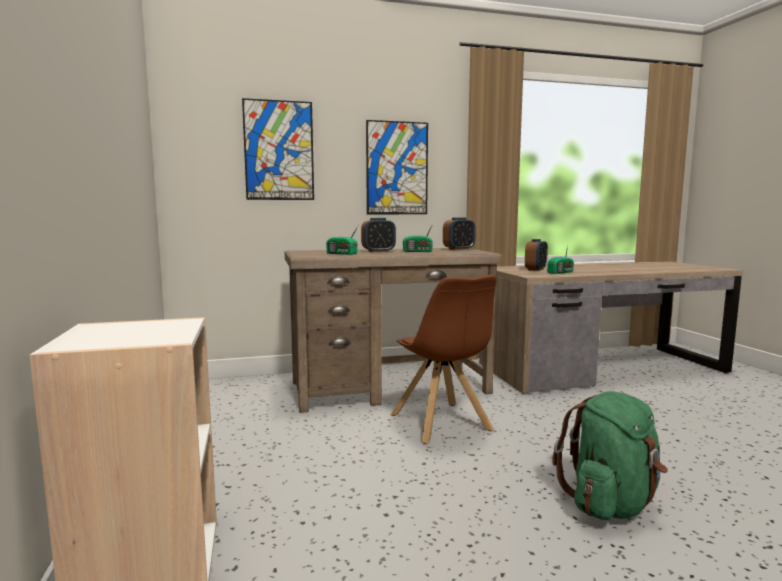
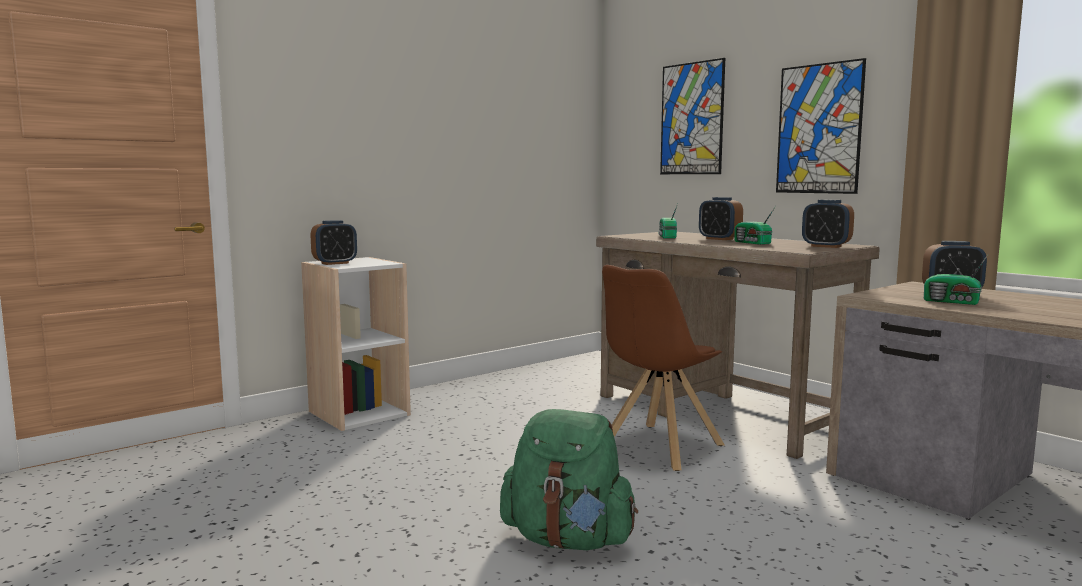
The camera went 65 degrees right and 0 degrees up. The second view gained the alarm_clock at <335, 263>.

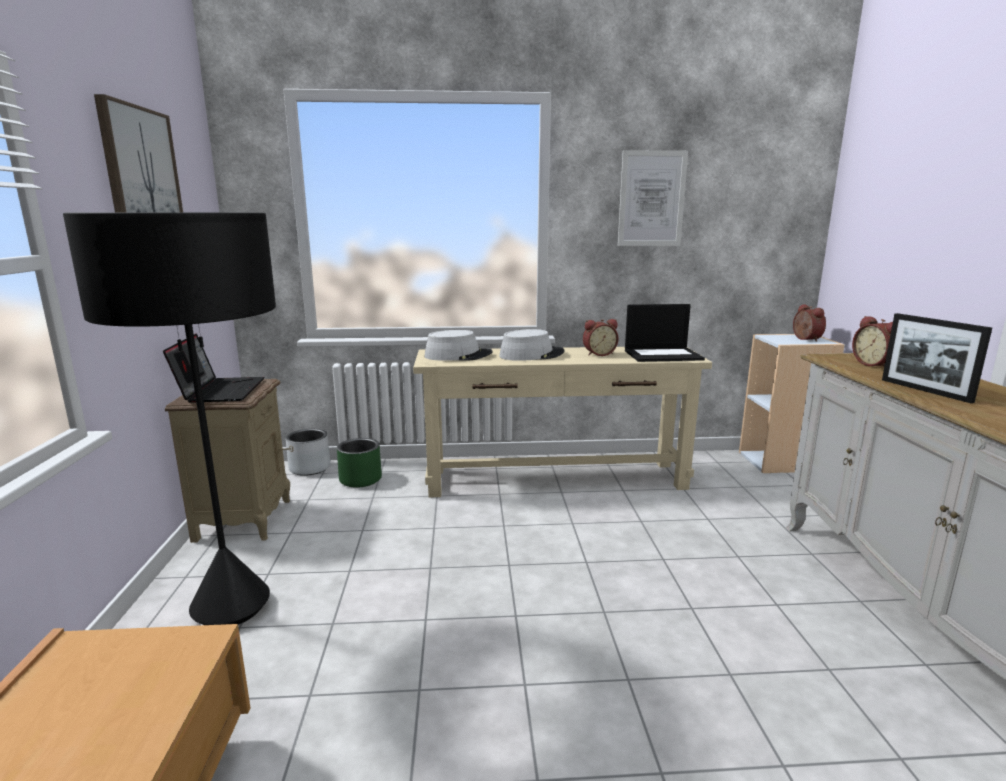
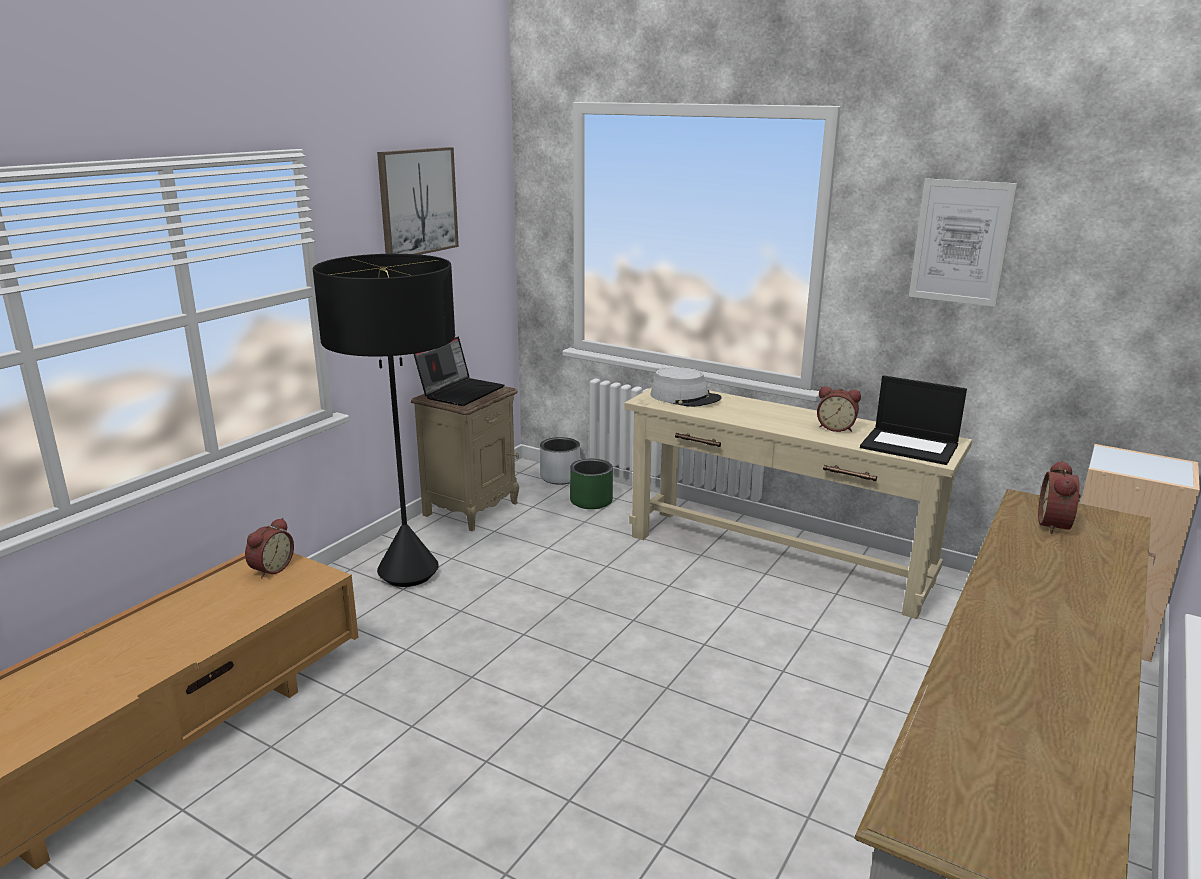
The camera went 35 degrees right and 5 degrees up. The second view lost the greyish_hat at <531, 355>. The second view lost the standing_frame at <925, 390>. The alarm_clock ended up elsewhere, having gone from <805, 339> to <270, 569>.

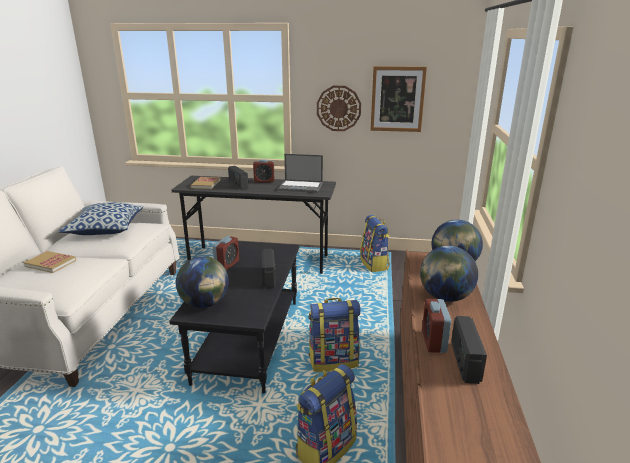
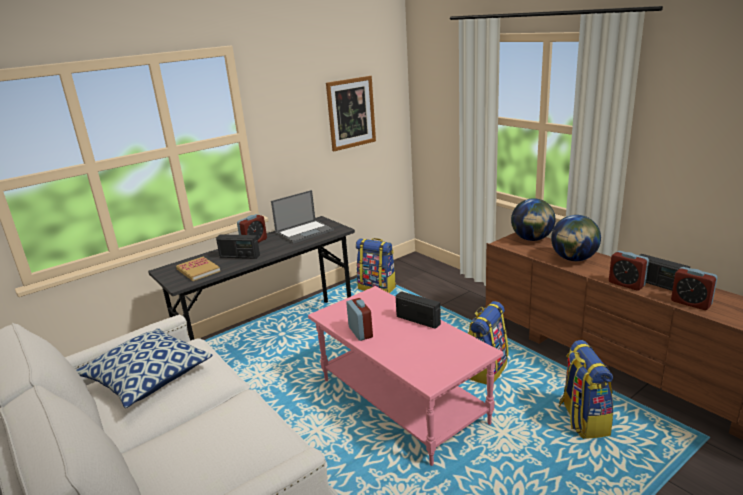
The camera went 45 degrees left and 0 degrees up. The second view lost the volume at <50, 263>. The second view lost the world_globe at <205, 304>. The second view lost the clock_on_the_wall at <338, 108>. The second view gained the alarm_clock at <691, 303>. What was the blackish_low_table at <248, 339> turned into the pink_low_table at <400, 401>.

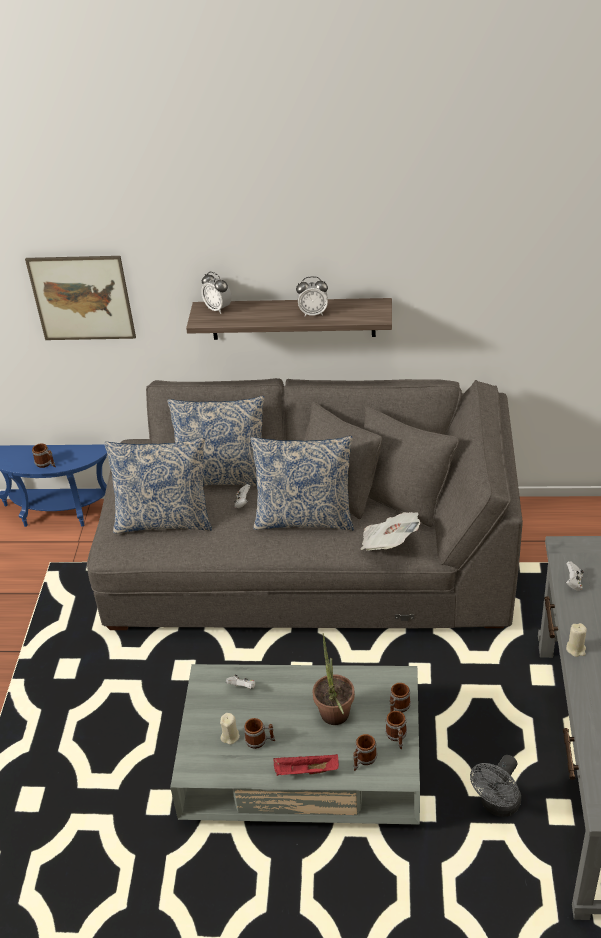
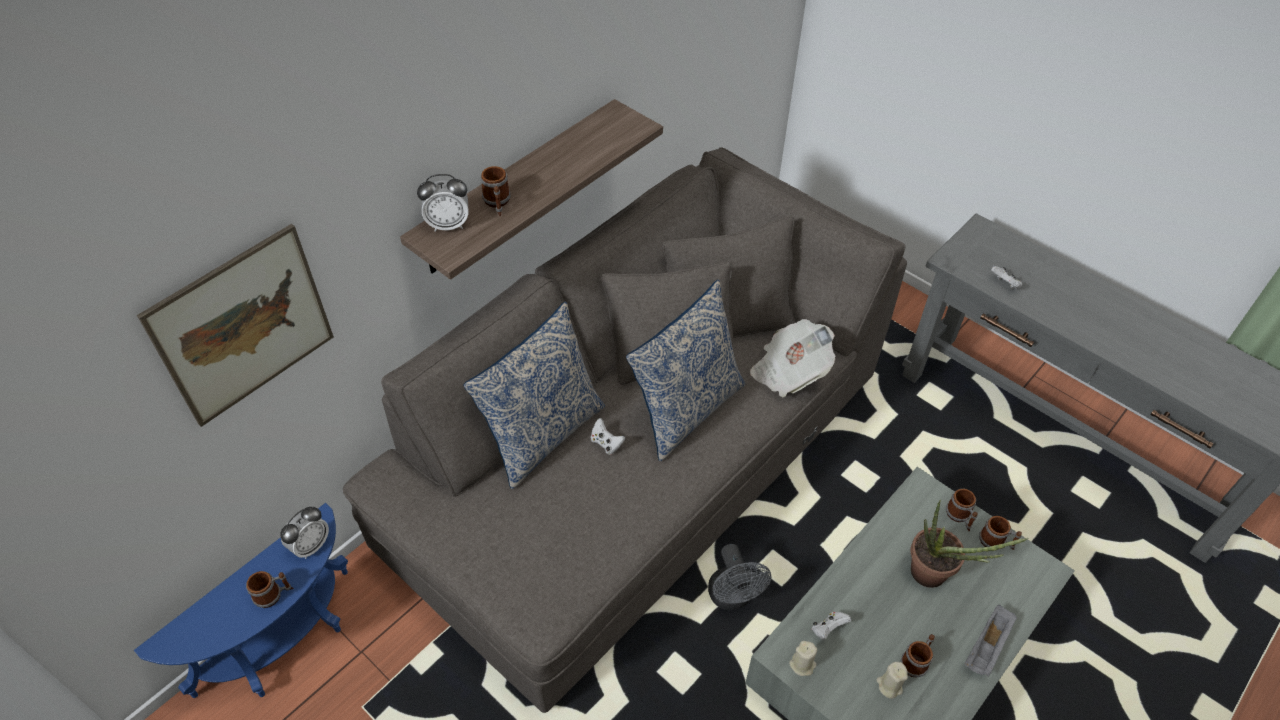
The camera went 55 degrees left and 10 degrees up. The second view lost the cushion at <164, 520>. The alarm_clock ended up elsewhere, having gone from <313, 313> to <311, 545>. The tea_mug ended up elsewhere, having gone from <363, 760> to <497, 203>. The greyish_fan ended up elsewhere, having gone from <497, 806> to <732, 597>. The beige-coloured_wax_light ended up elsewhere, having gone from <576, 649> to <802, 665>. What was the red_tray at <305, 771> turned into the greyish_tray at <987, 647>.

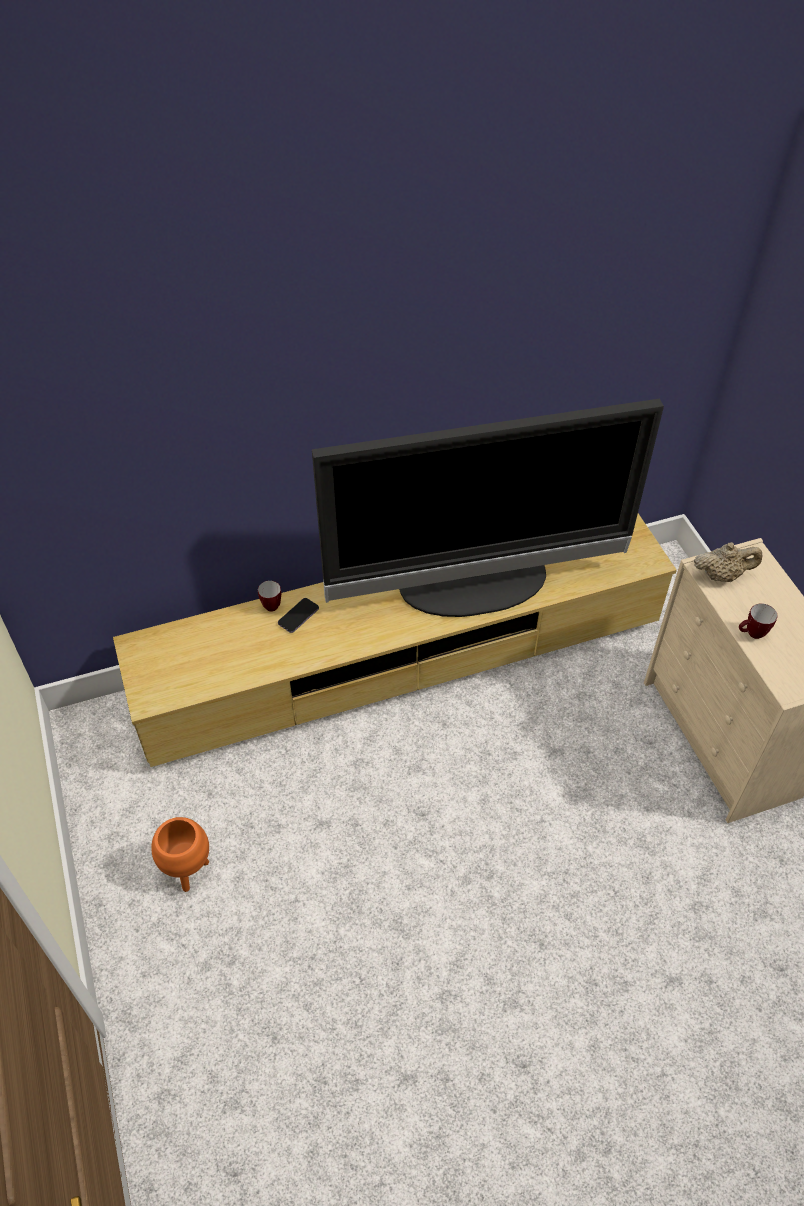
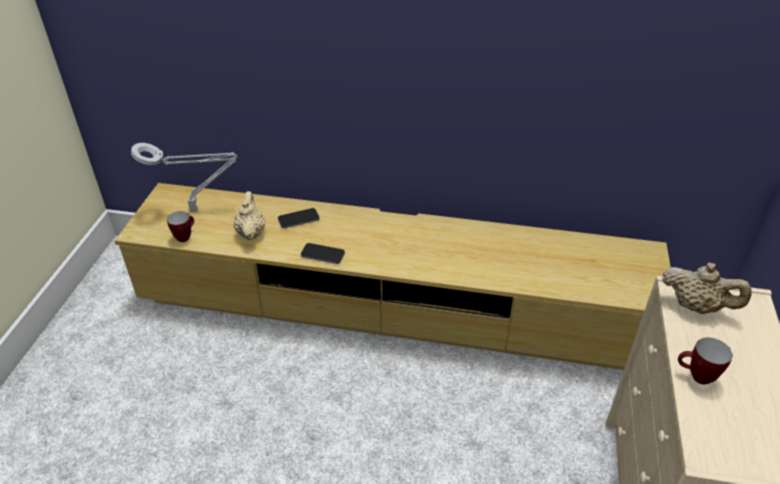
The camera went 30 degrees right and 10 degrees down. The second view lost the orangey_plant_pot at <188, 871>. The second view lost the television at <474, 587>. The second view gained the greyish_table_lamp at <197, 210>. The second view gained the beige-coloured_pot_for_tea at <251, 232>. The second view gained the telephone at <322, 255>. The tea_mug ended up elsewhere, having gone from <271, 604> to <185, 236>.

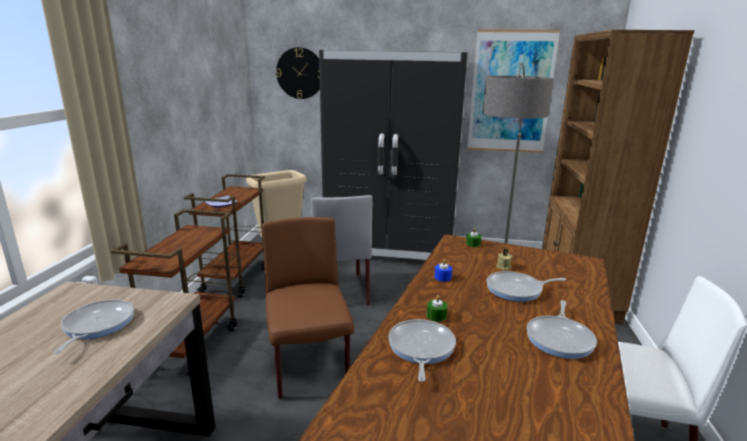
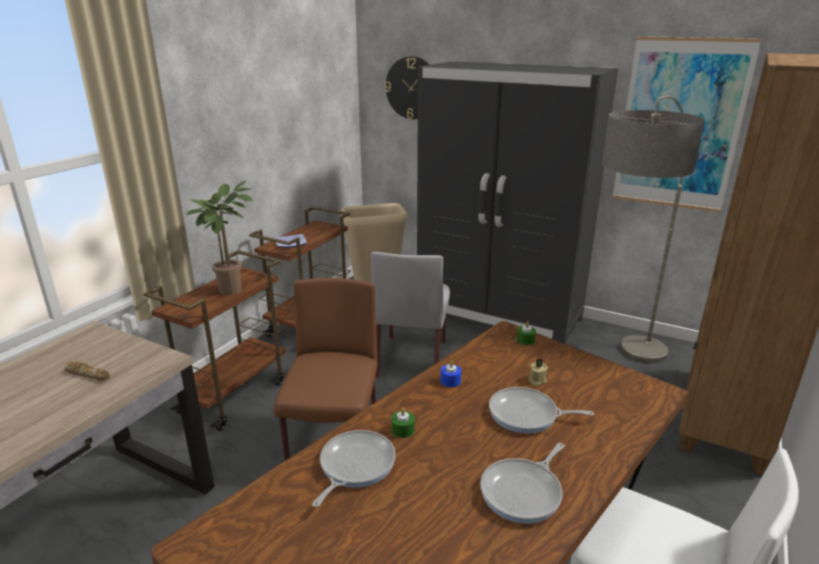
The camera went 20 degrees right and 5 degrees up. The second view gained the potted_plant at <231, 288>. Where the skillet stood at <96, 325>, the baked_bread came to stand at <88, 374>.

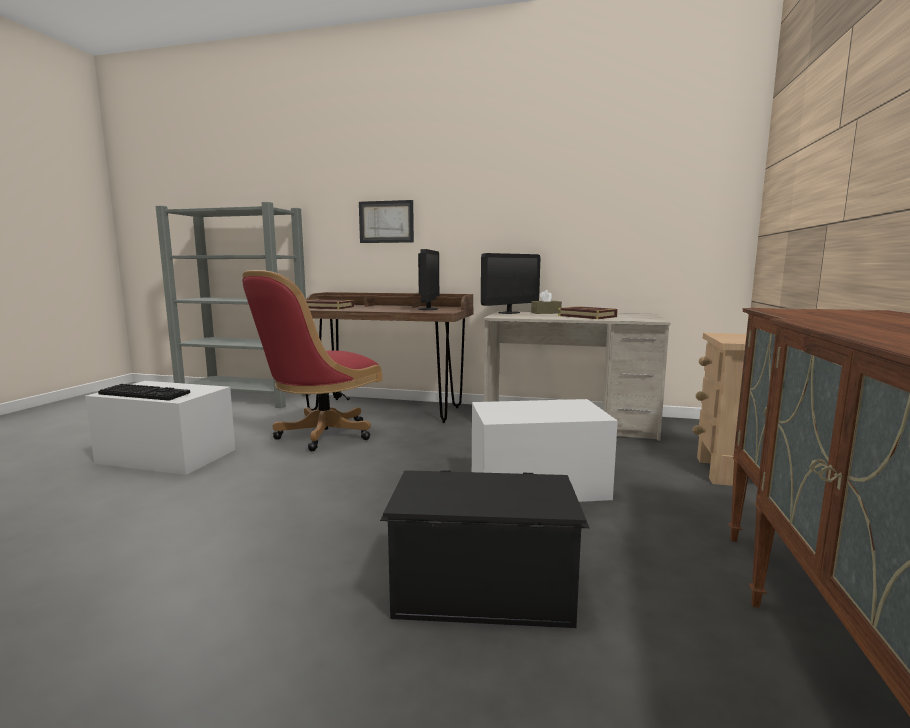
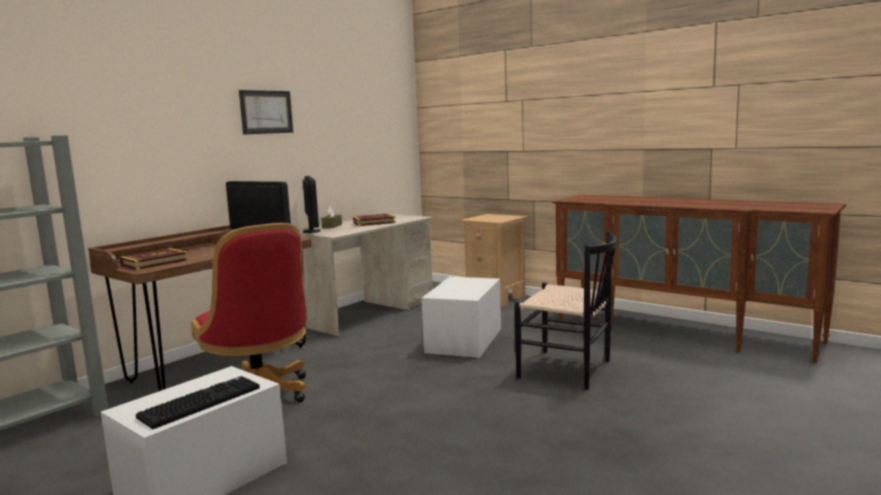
The camera went 65 degrees left and 0 degrees up. The wall_picture ended up elsewhere, having gone from <386, 222> to <266, 112>. Where the blackish_storage_bin stood at <481, 586>, the blackish_chair came to stand at <569, 370>.

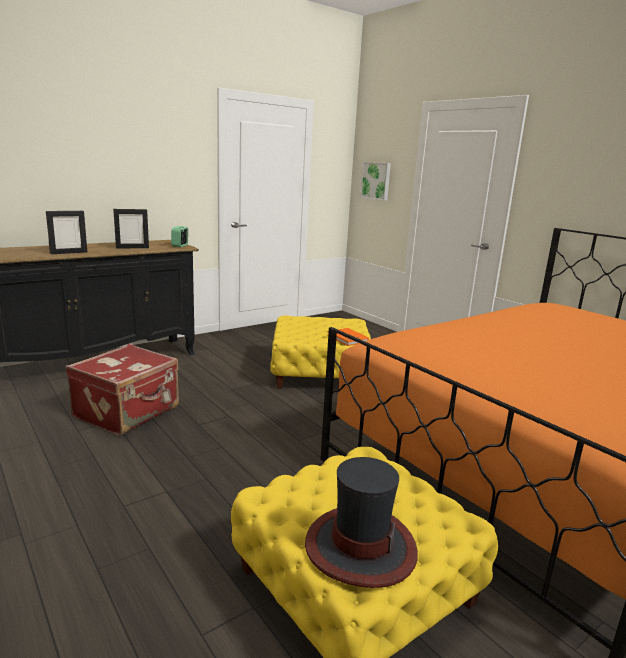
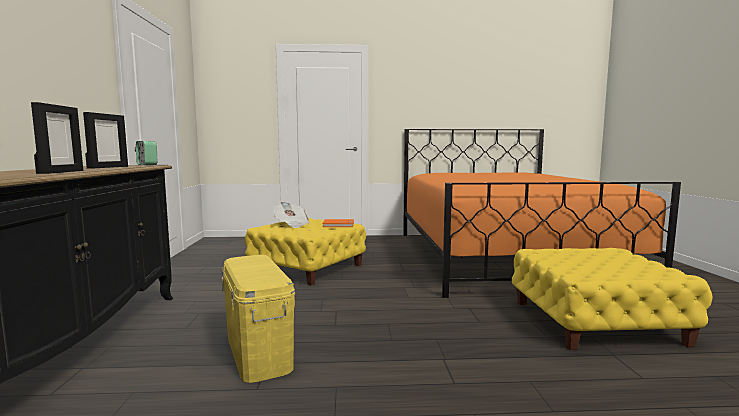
The camera went 55 degrees left and 10 degrees down. The second view lost the hat at <360, 547>. The second view lost the wall_picture at <376, 181>. The second view gained the newspaper at <291, 224>. Where the red_suitcase stood at <128, 412>, the yellowish_storage_bin came to stand at <258, 352>.

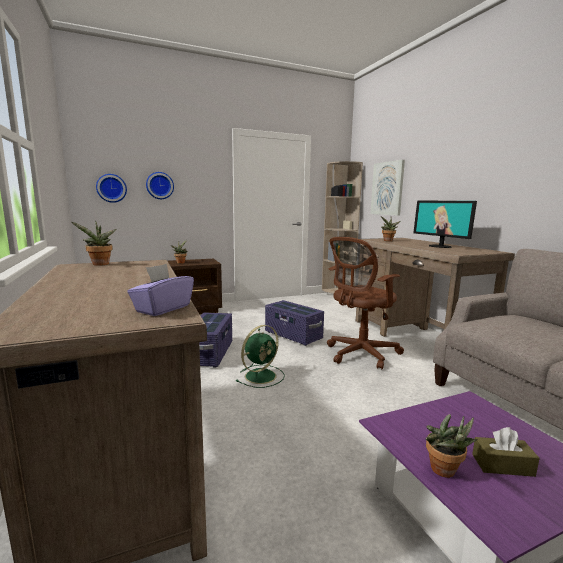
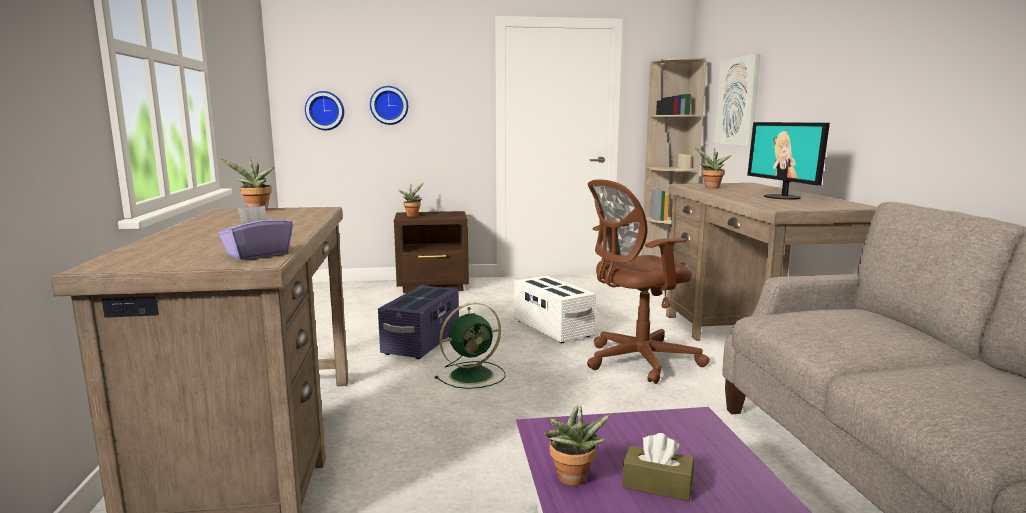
The camera went 15 degrees right and 0 degrees up. What was the purple_storage_bin at <293, 335> turned into the white-coloured_storage_bin at <552, 328>.

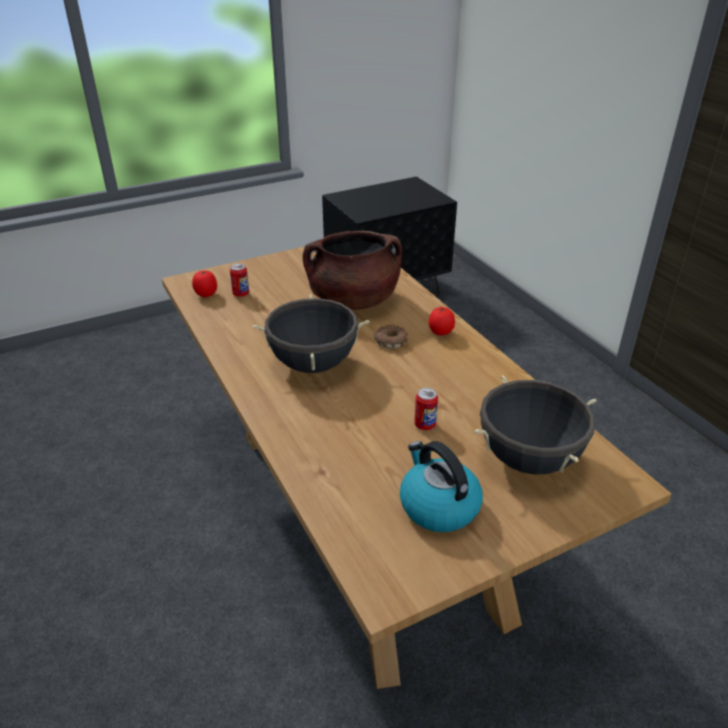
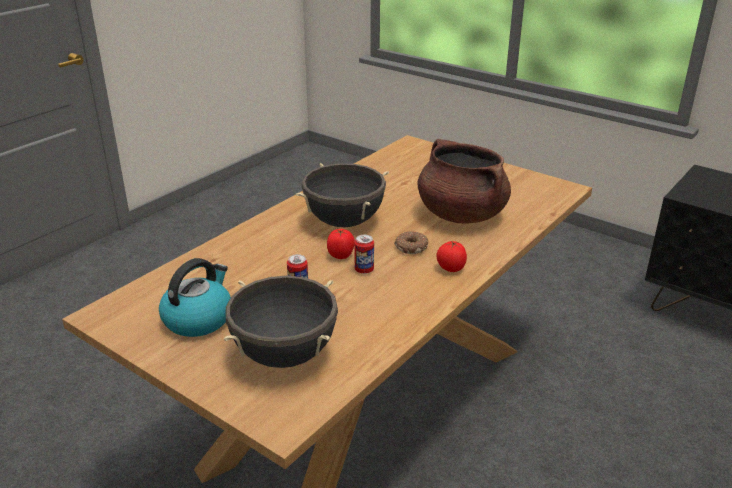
The camera went 65 degrees right and 5 degrees down. The fresh_tomato ended up elsewhere, having gone from <206, 294> to <341, 255>. The metal_can ended up elsewhere, having gone from <241, 294> to <364, 270>.

